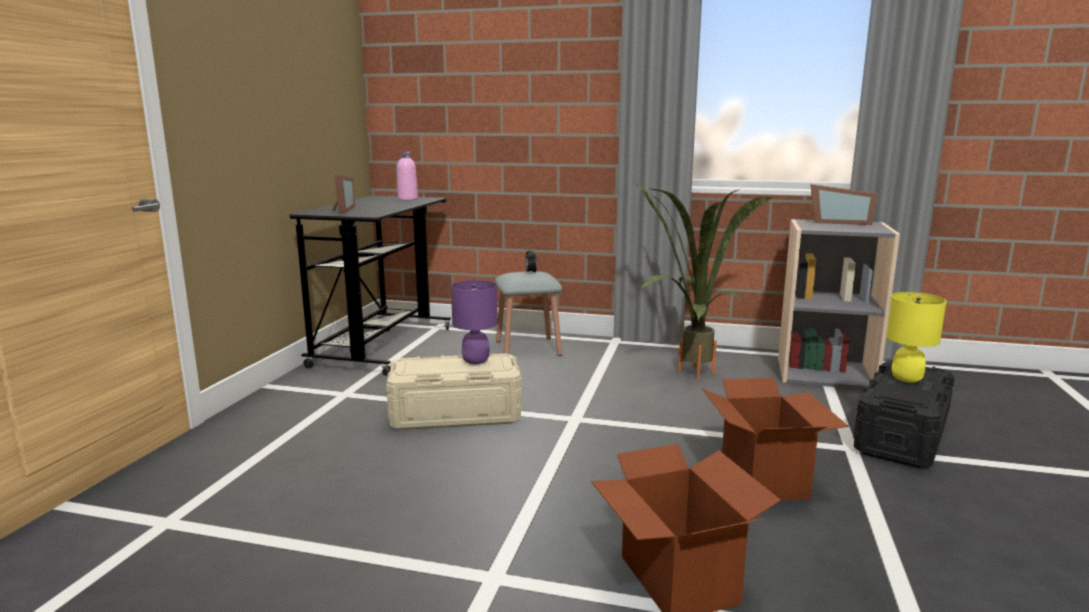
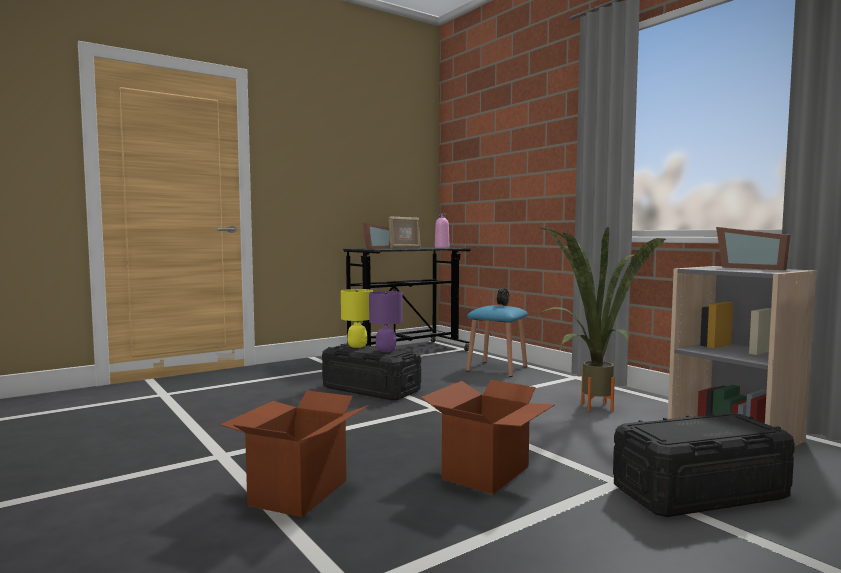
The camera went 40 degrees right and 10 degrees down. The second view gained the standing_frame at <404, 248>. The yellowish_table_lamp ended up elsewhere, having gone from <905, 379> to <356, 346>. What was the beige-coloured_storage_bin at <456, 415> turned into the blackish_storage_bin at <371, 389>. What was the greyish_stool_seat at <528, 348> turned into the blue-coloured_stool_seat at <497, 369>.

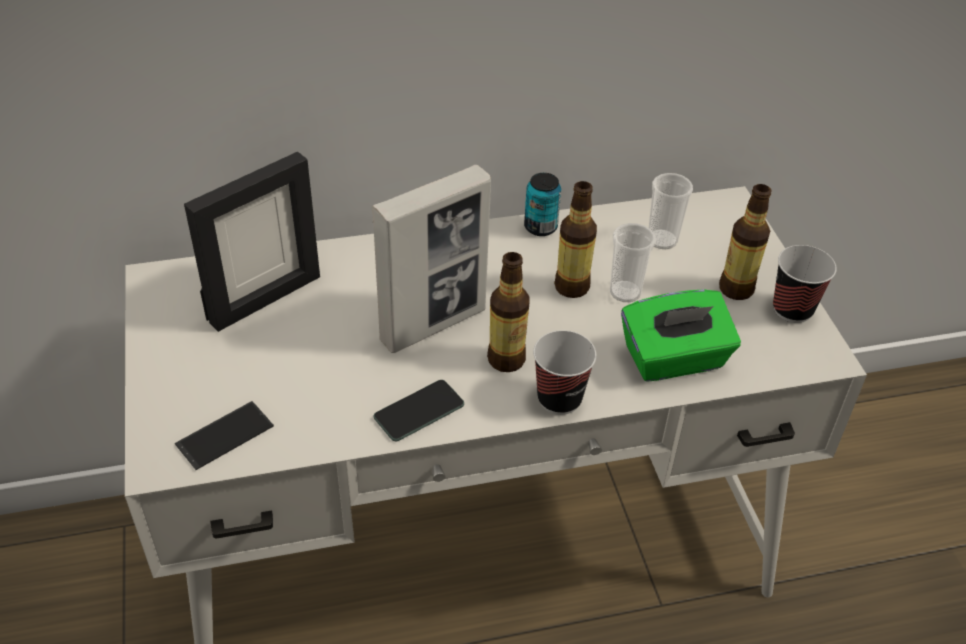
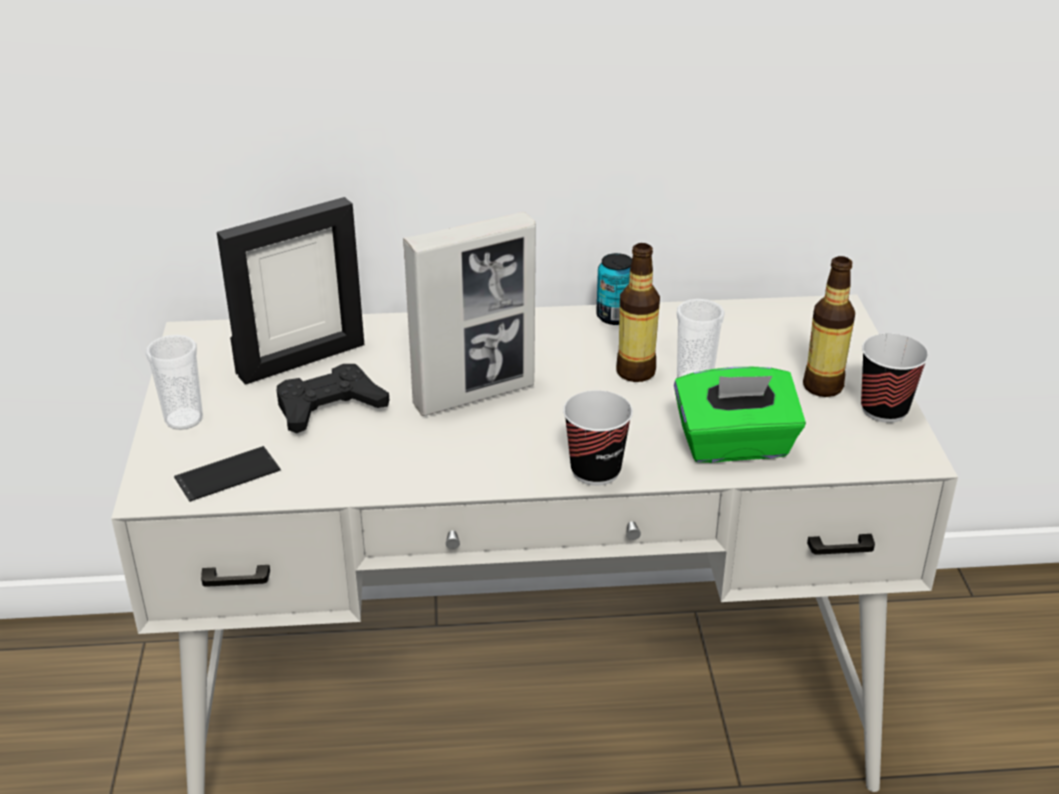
The camera went 10 degrees right and 10 degrees down. The second view lost the telephone at <419, 411>. The second view lost the beverage_bottle at <506, 359>. The second view gained the blackish_game_controller at <329, 407>. The small_cup ended up elsewhere, having gone from <662, 240> to <184, 419>.

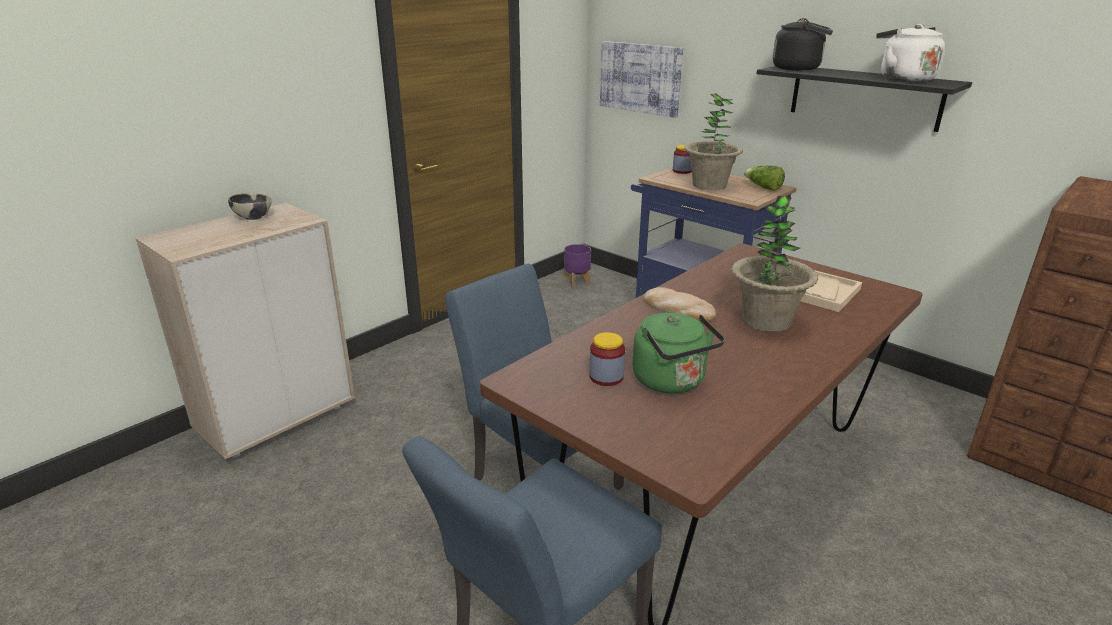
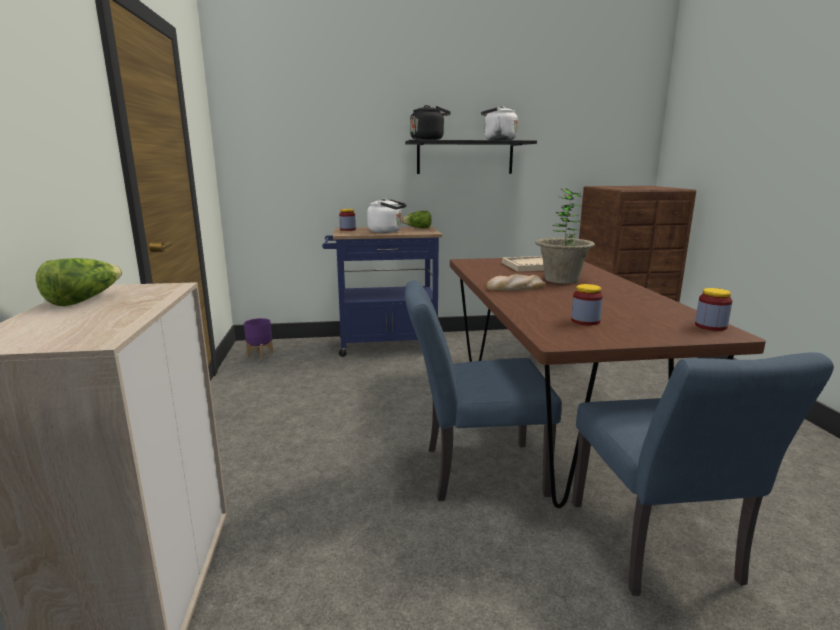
The camera went 50 degrees left and 10 degrees down. The second view lost the wall_picture at <640, 78>. The second view lost the greenish_water_kettle at <672, 382>. The second view gained the storage_jar at <710, 326>. Where the deep_dish stood at <253, 217>, the lettuce_head came to stand at <84, 300>. Where the potted_plant stood at <709, 185>, the white-coloured_water_kettle came to stand at <387, 232>.

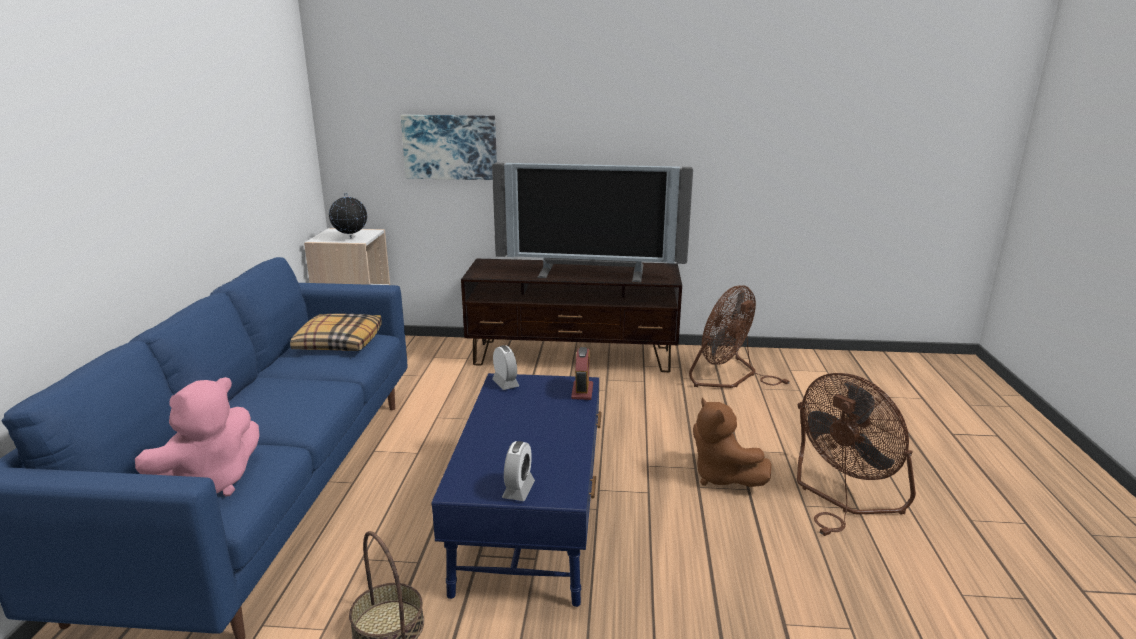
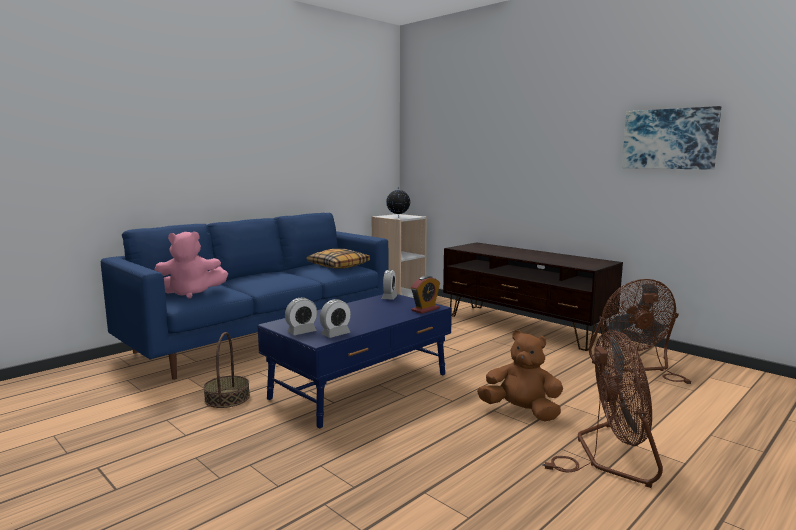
The camera went 40 degrees right and 10 degrees down. The second view lost the television at <591, 274>. The second view gained the alarm_clock at <335, 334>. The wall_picture ended up elsewhere, having gone from <450, 147> to <669, 139>. The brownish_soft_toy at <722, 477> ended up facing another way, 105 degrees clockwise from before.

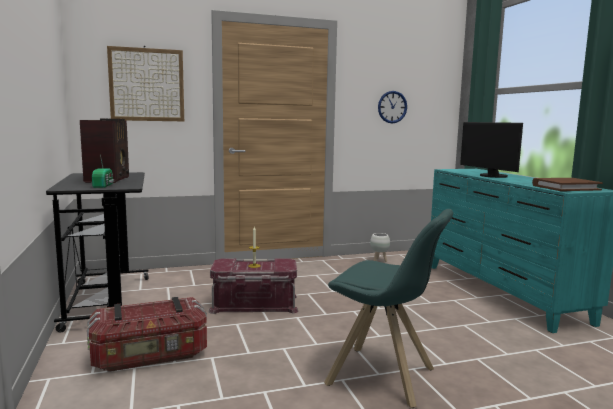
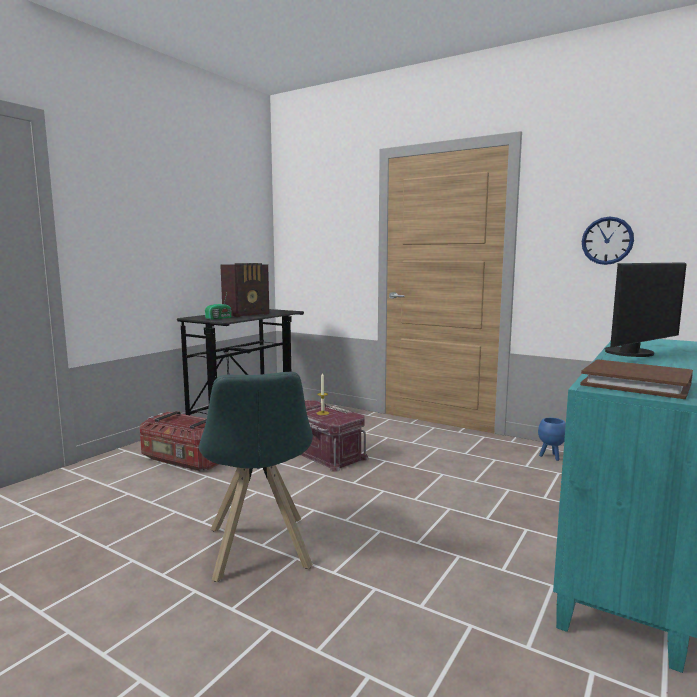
The camera went 50 degrees right and 0 degrees up. The second view lost the wall_picture at <147, 83>. What was the white-coloured_plant_pot at <379, 261> turned into the blue-coloured_plant_pot at <551, 457>. The computer_screen at <491, 176> ended up facing another way, 150 degrees counterclockwise from before.

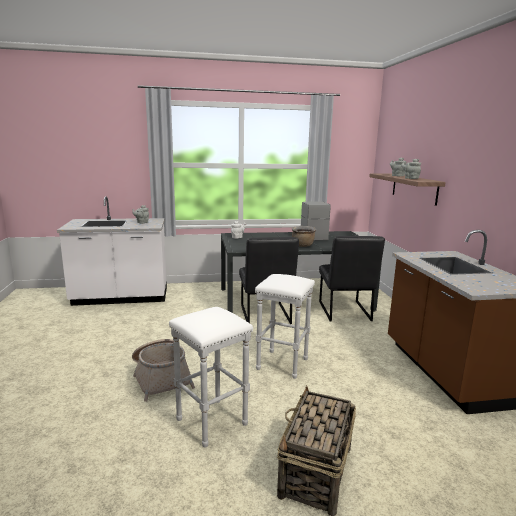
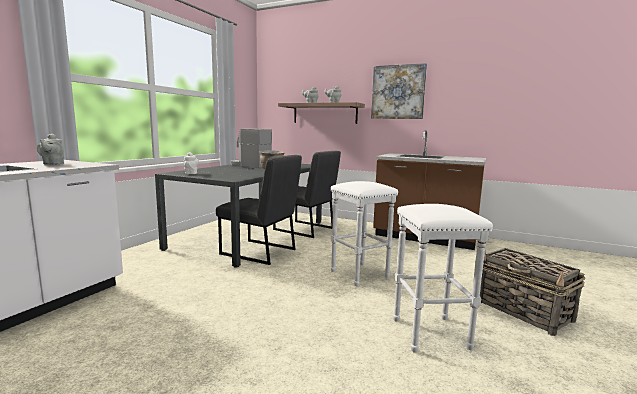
The camera went 55 degrees left and 5 degrees down. The second view lost the storage_basket at <161, 377>. The second view gained the wall_picture at <398, 92>.

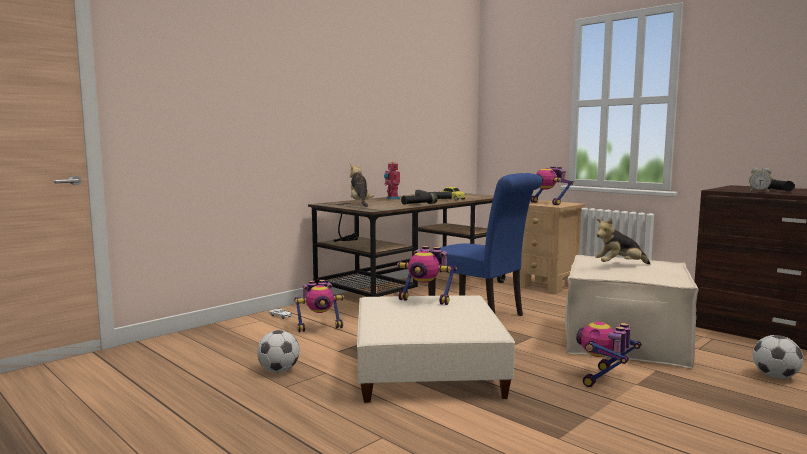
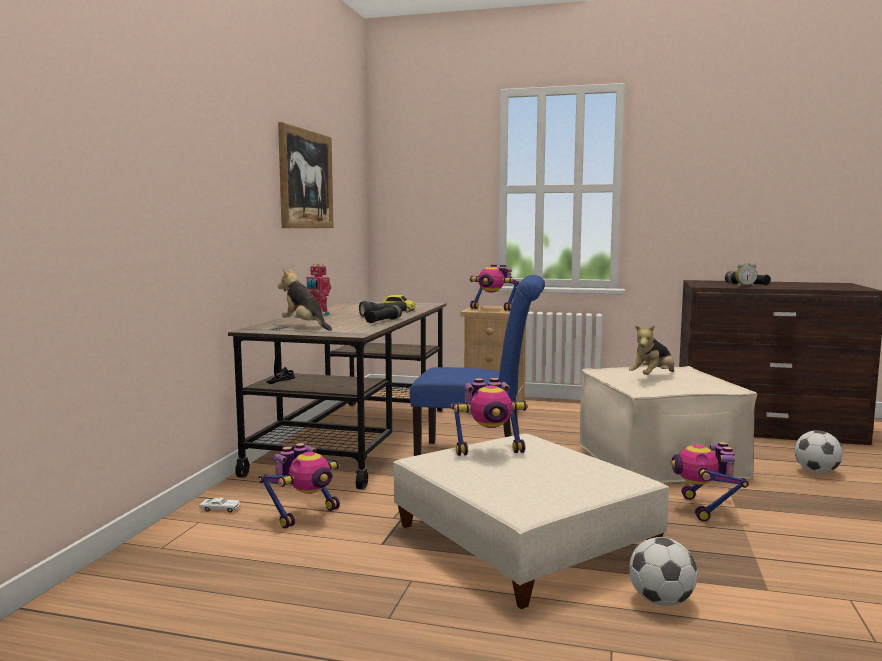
The camera went 30 degrees left and 0 degrees up. The second view gained the wall_picture at <306, 179>. The football ended up elsewhere, having gone from <279, 370> to <661, 601>.

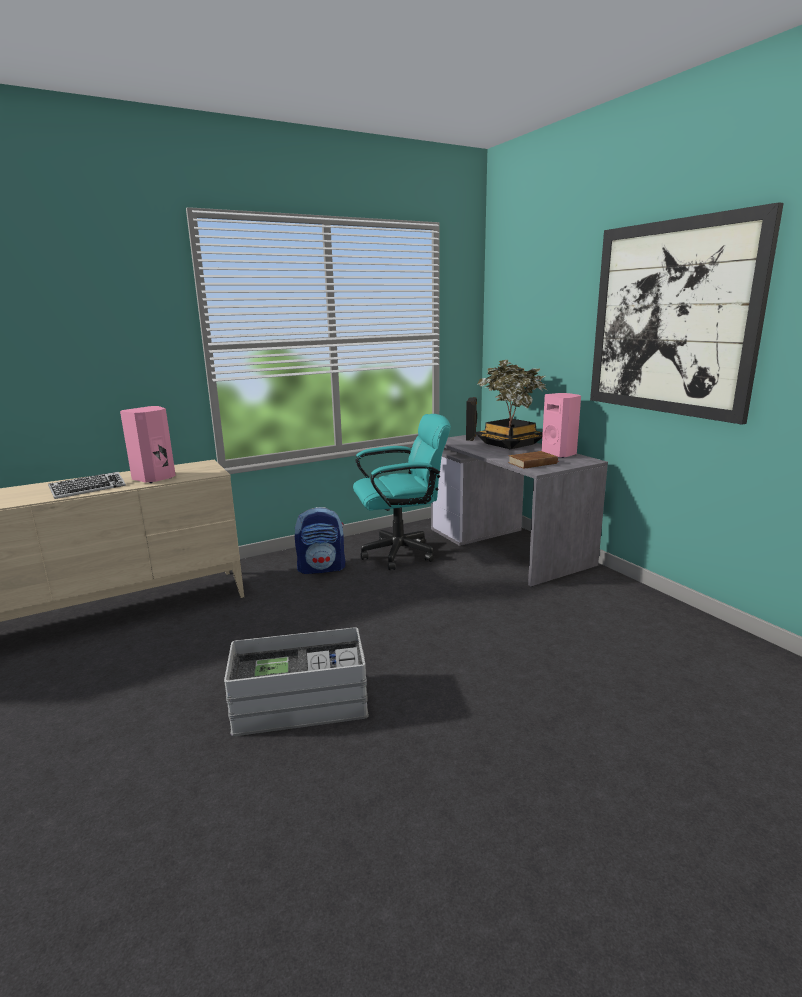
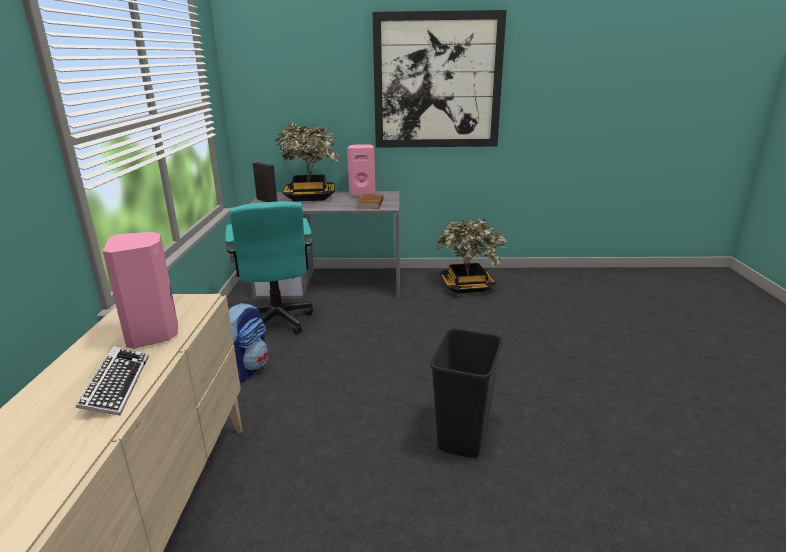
The camera went 60 degrees left and 5 degrees up. The second view gained the potted_plant at <467, 286>. Where the greyish_storage_bin stood at <300, 702>, the blackish_rubbish_bin came to stand at <462, 436>. The turquoise_office_chair at <402, 553> ended up facing another way, 150 degrees clockwise from before.

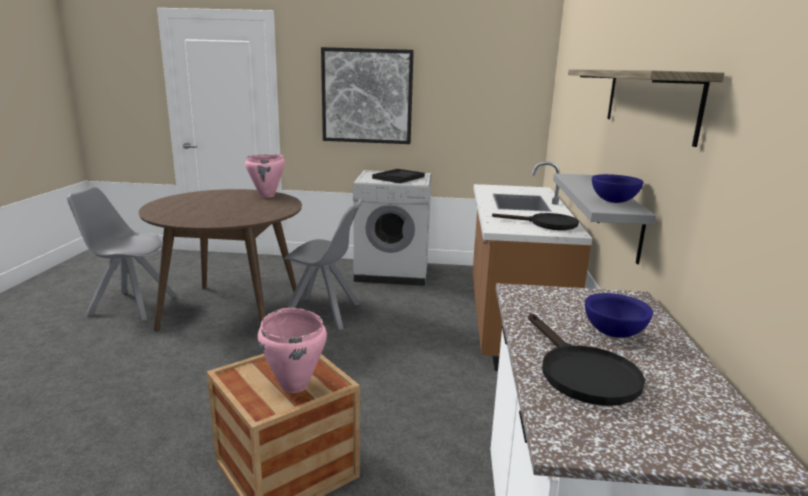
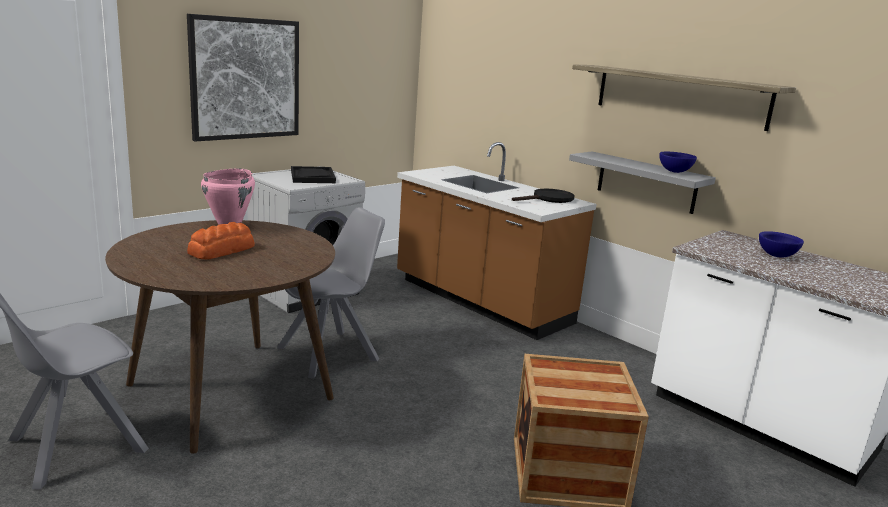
The camera went 50 degrees left and 0 degrees up. The second view lost the pink_cooking_pot at <295, 385>. The second view lost the blackish_skillet at <581, 372>. The second view gained the baked_bread at <222, 250>.

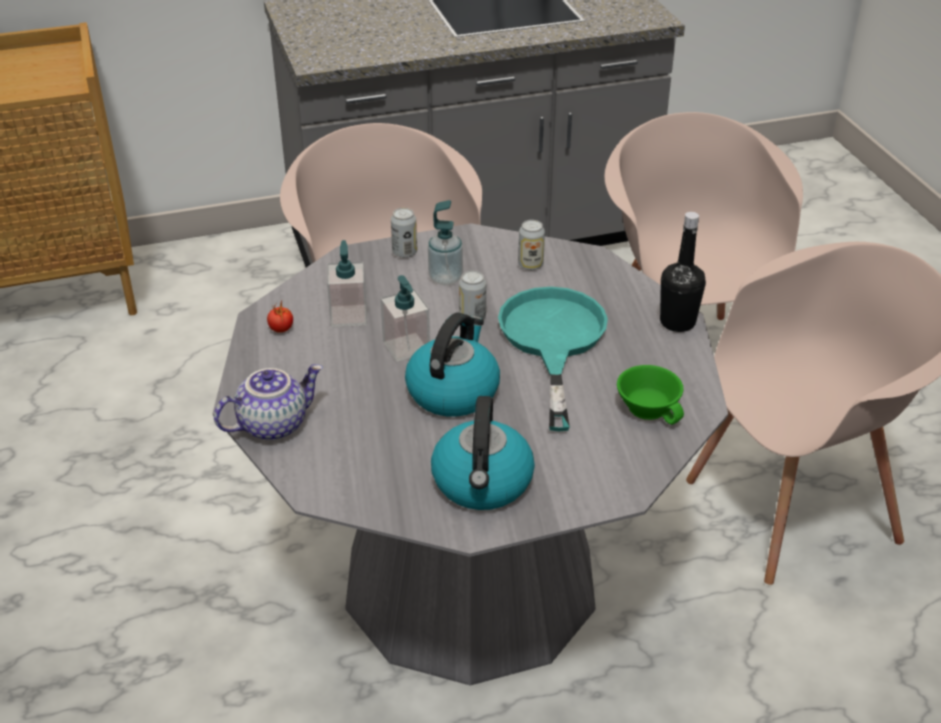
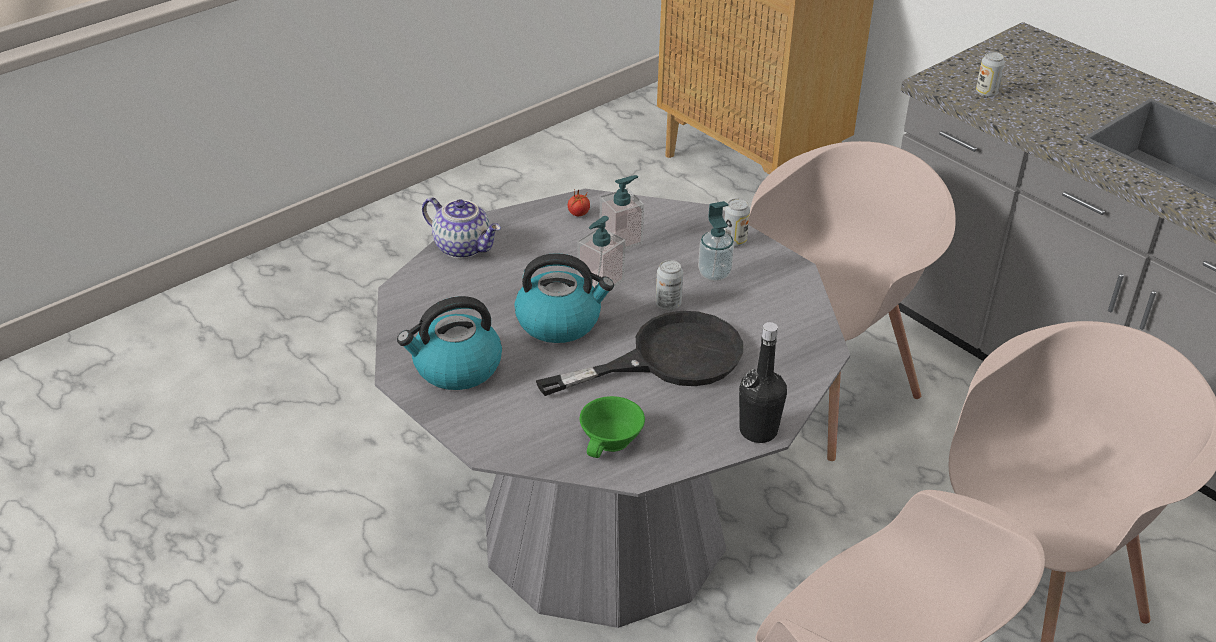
The camera went 65 degrees right and 0 degrees up. The metal_can ended up elsewhere, having gone from <530, 265> to <986, 93>. What was the turquoise_skillet at <552, 341> turned into the blackish_skillet at <667, 359>.

